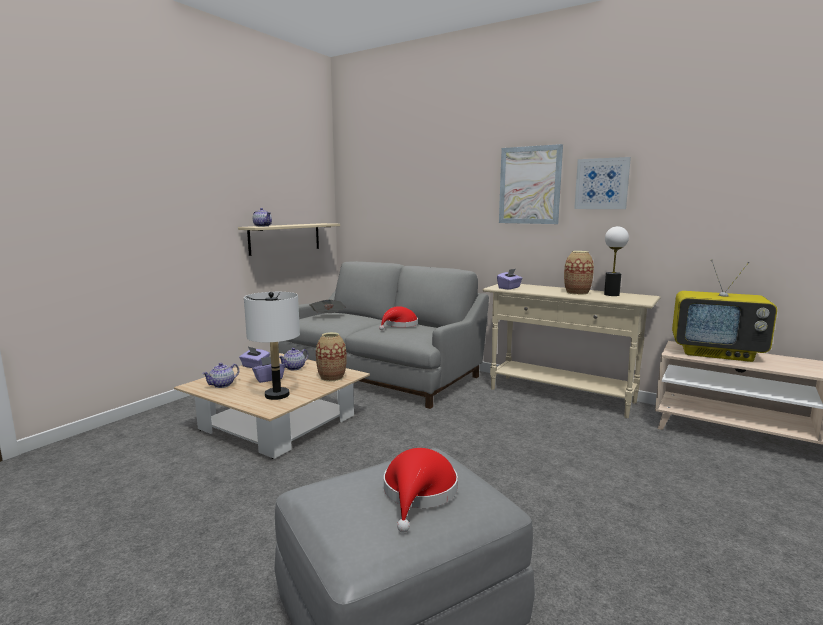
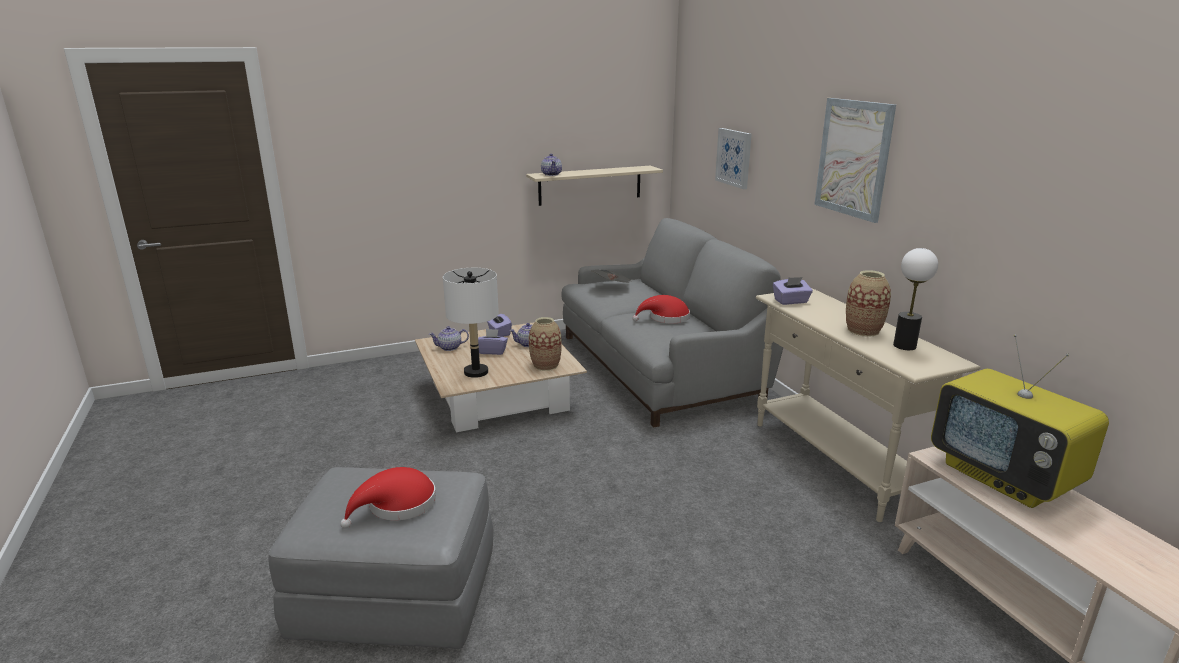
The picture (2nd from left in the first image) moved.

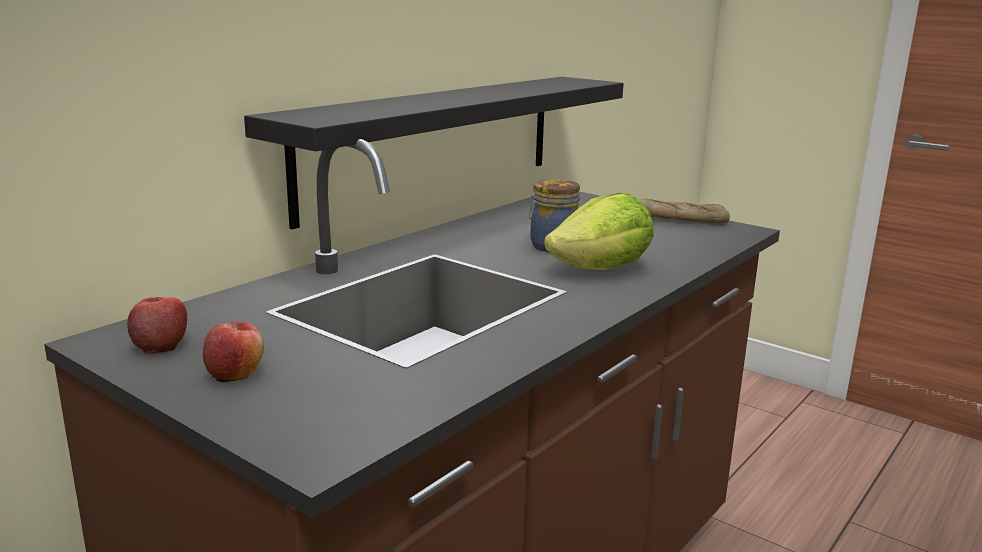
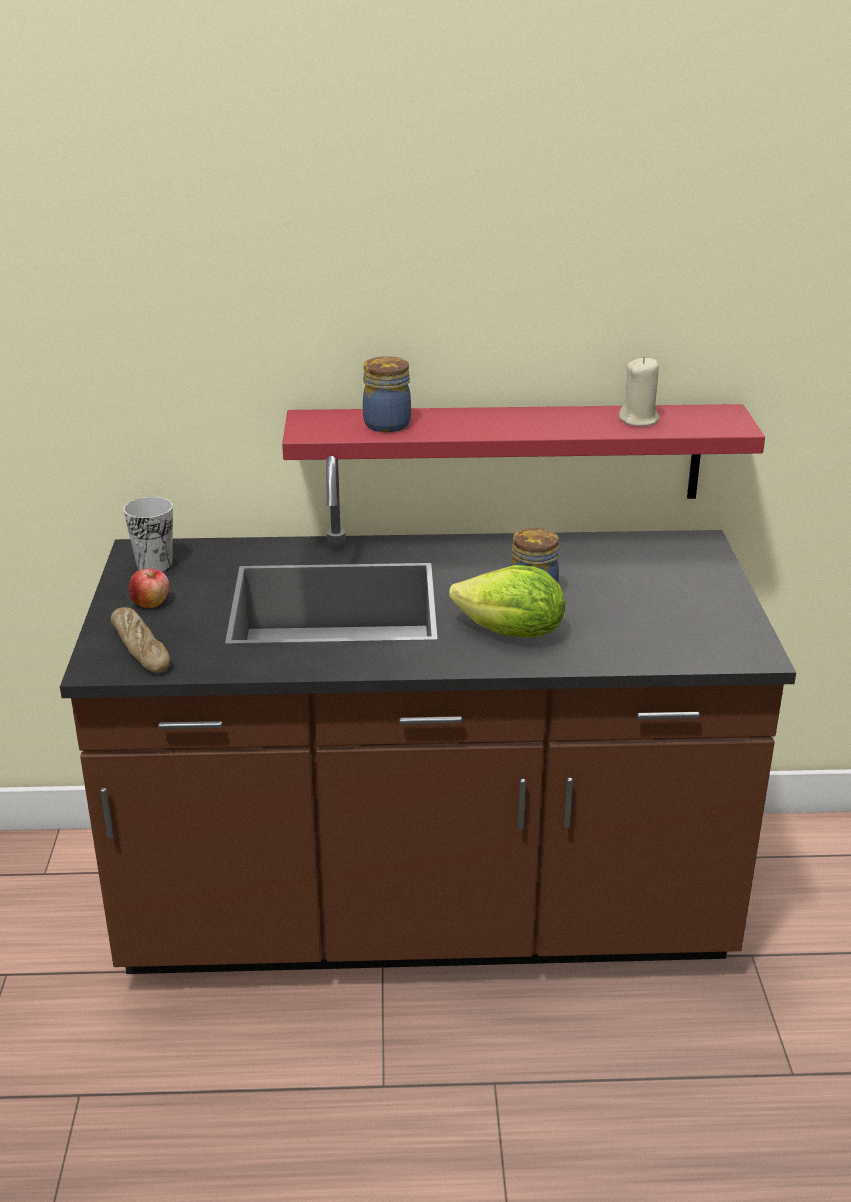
The bread moved. The apple (1st from left) was replaced by the cup. The shelf (black) became the shelf (red). The jar (1st from left) appeared. The candle (beige) appeared.

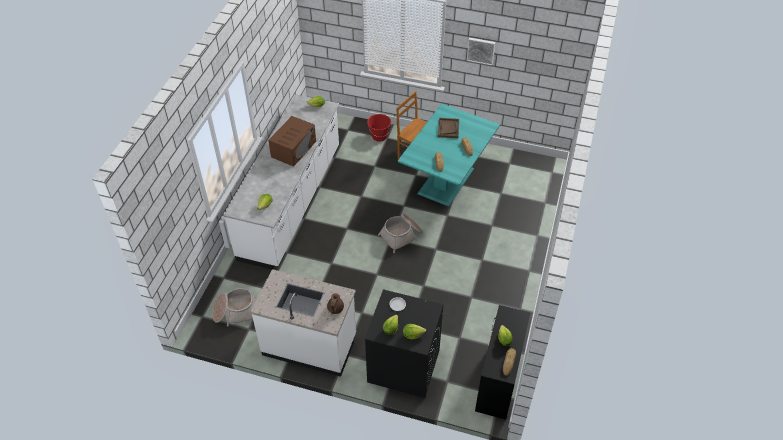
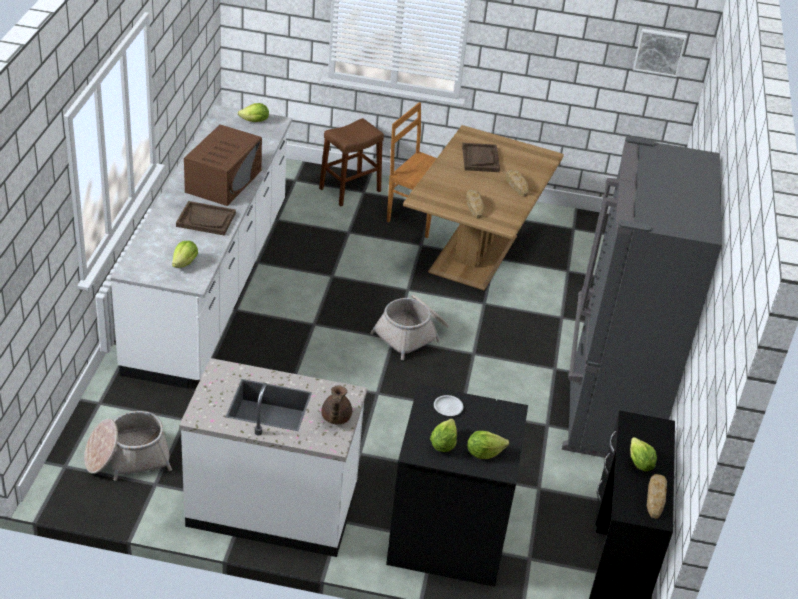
The tray (brown) (1st from left) appeared. The bucket (red) was replaced by the stool (brown). The dining table (turquoise) became the dining table (brown). The fridge (grey) appeared. The picture moved.

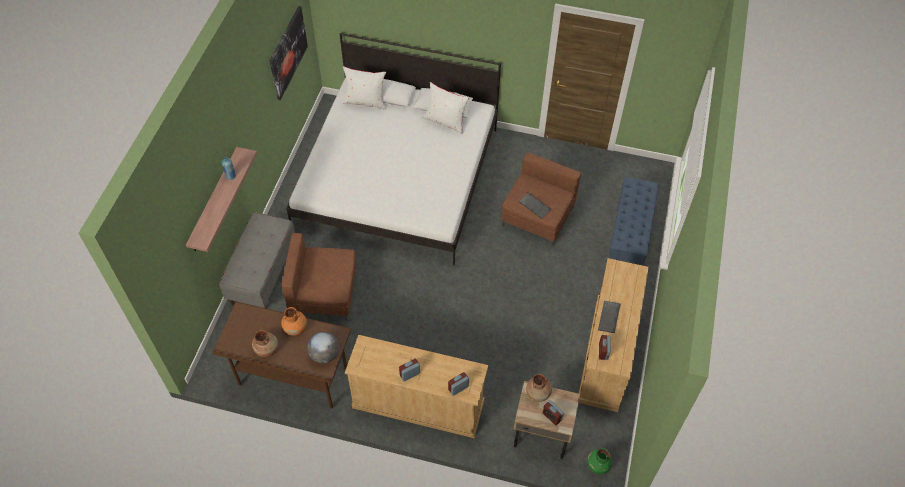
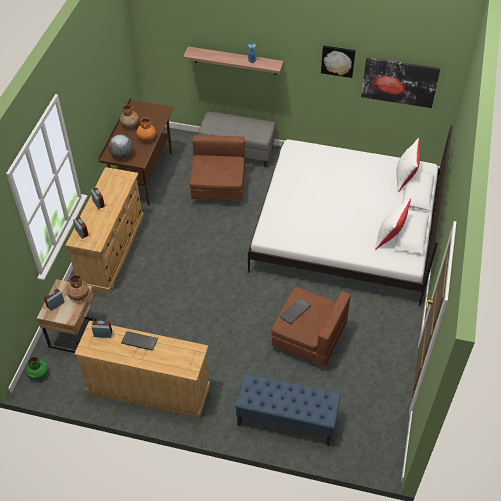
The picture (1st from left) appeared.

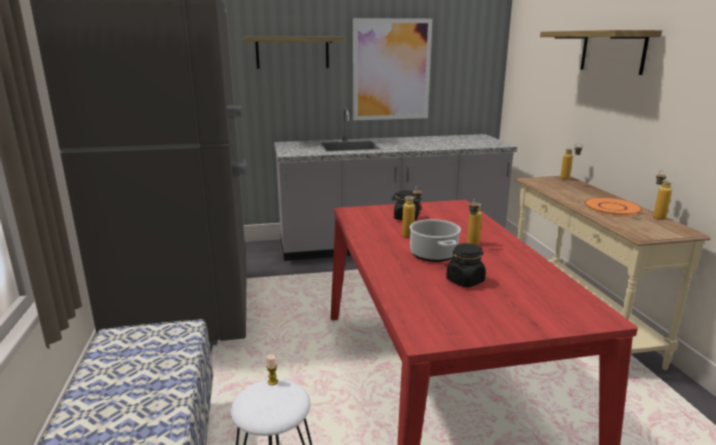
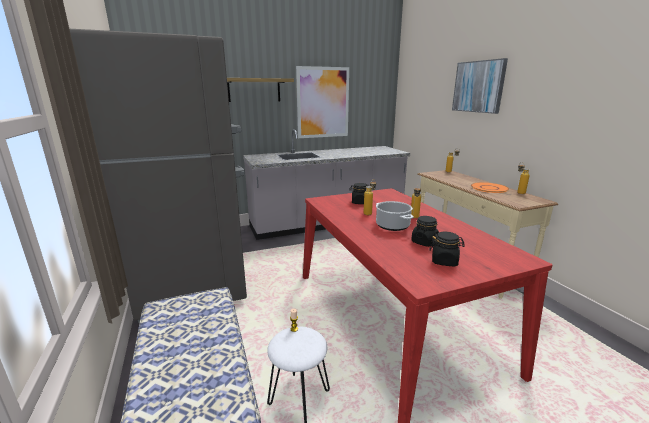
The jar (black) (3rd from left) appeared. The shelf (2nd from left) was replaced by the picture (2nd from left).

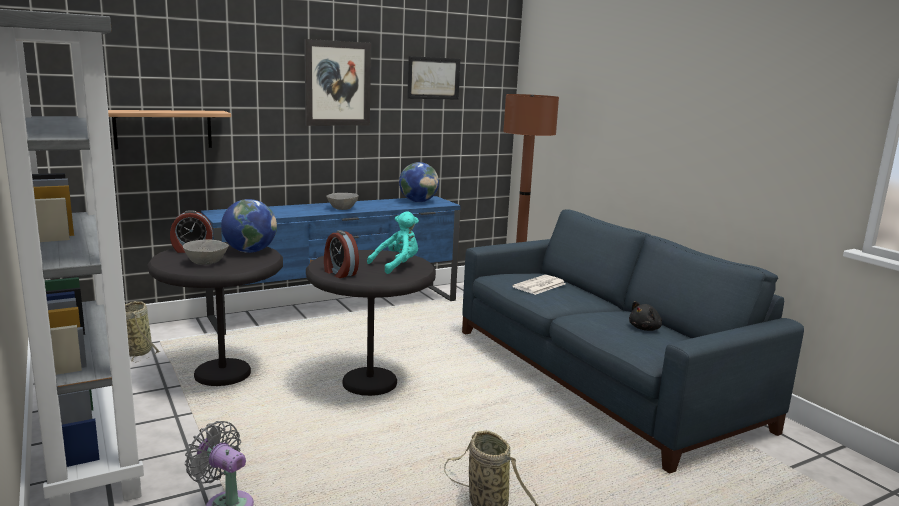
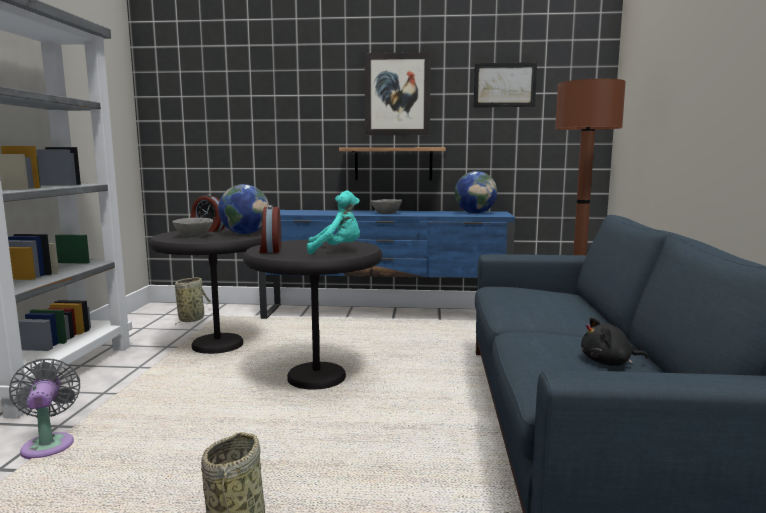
The shelf moved. The newspaper disappeared.

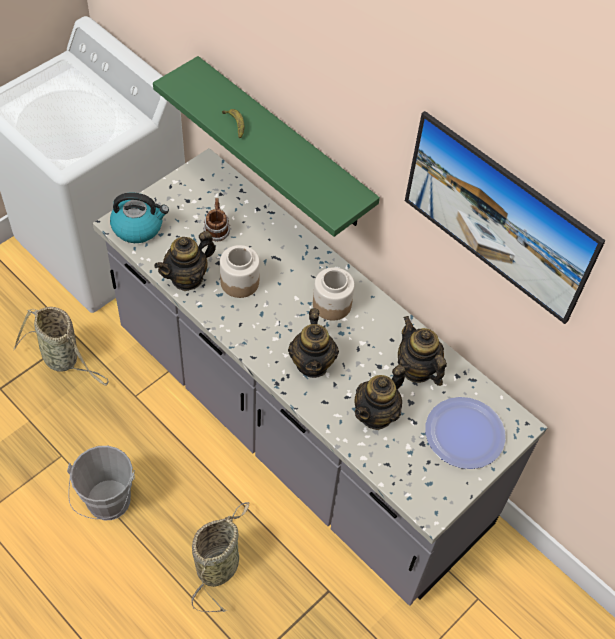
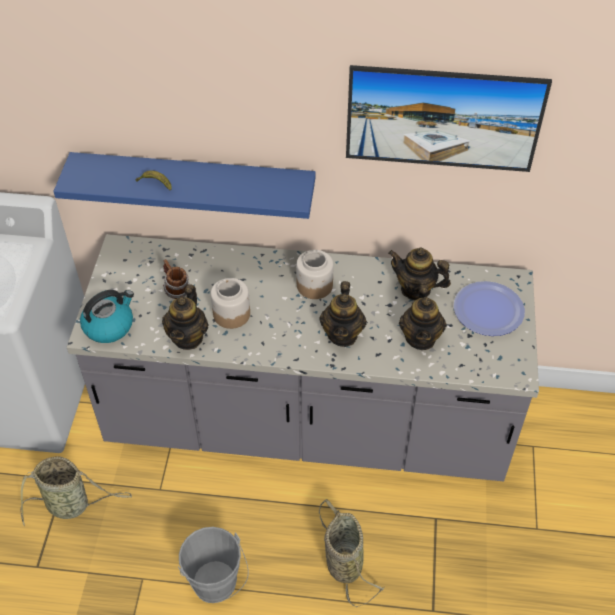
The shelf (green) became the shelf (blue). The teapot (2nd from left) turned 45 degrees clockwise.

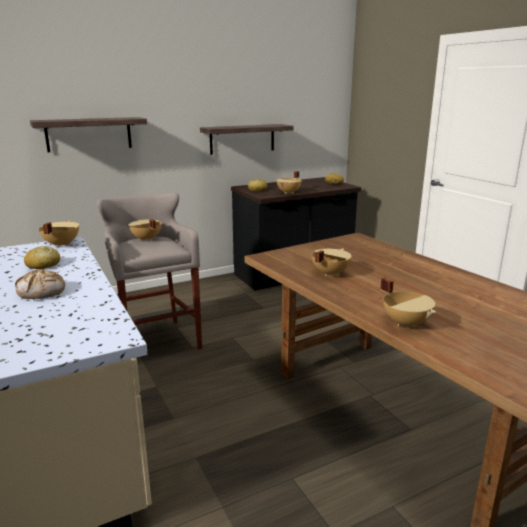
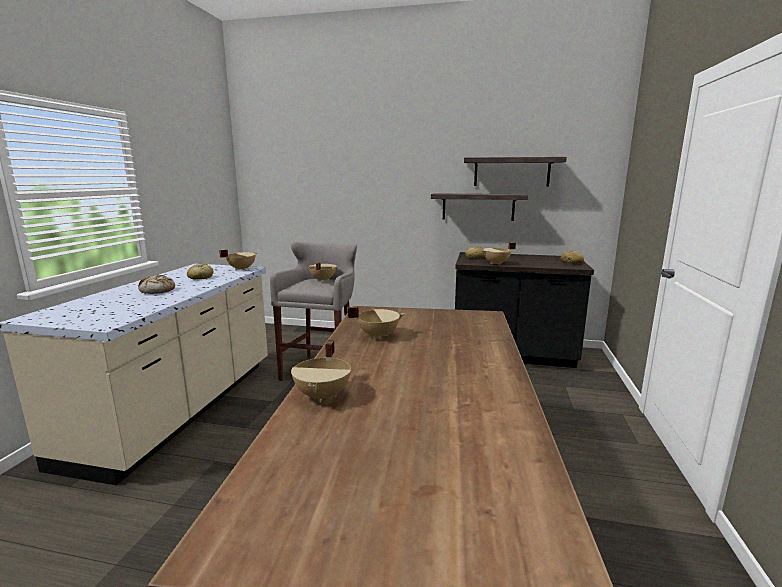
The shelf (1st from left in the first image) moved.

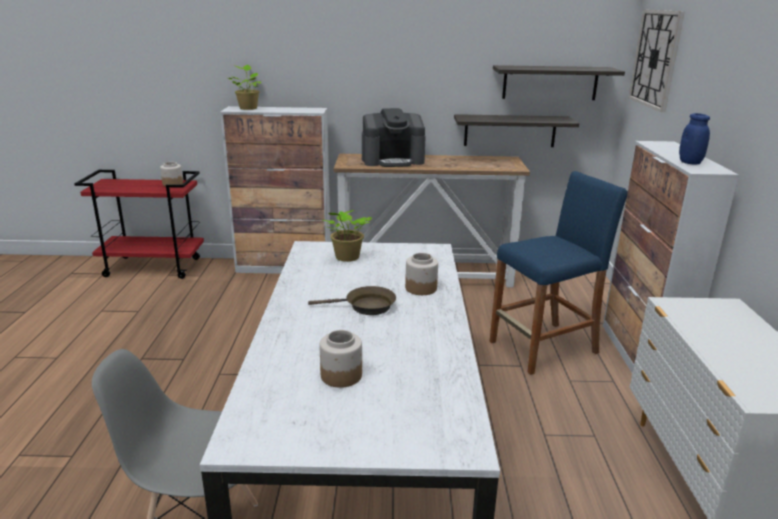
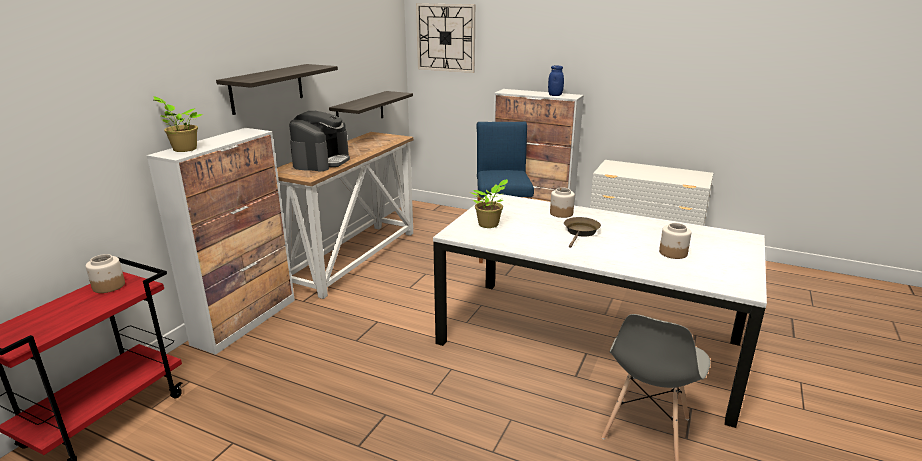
The shelf (2nd from left in the first image) moved.

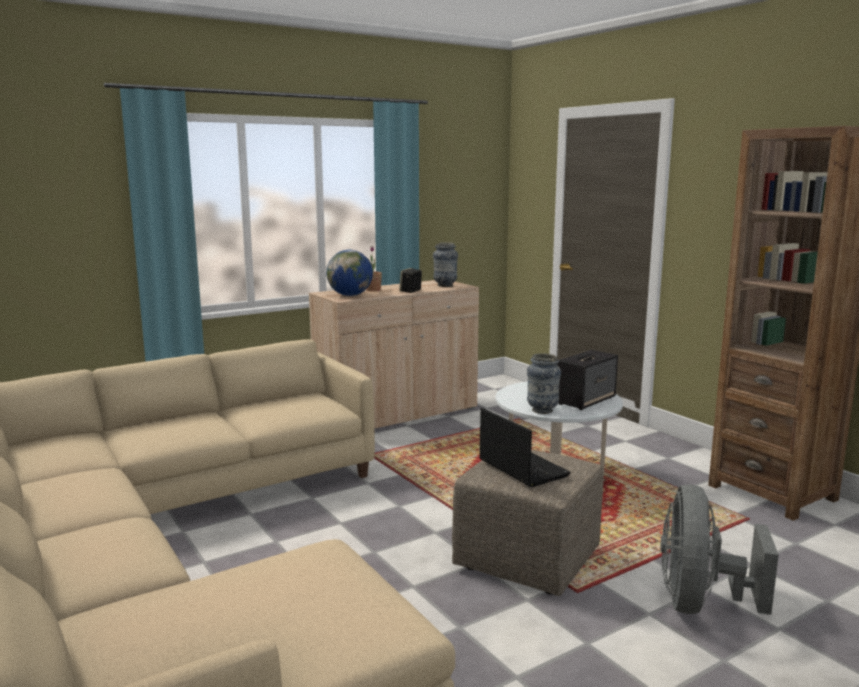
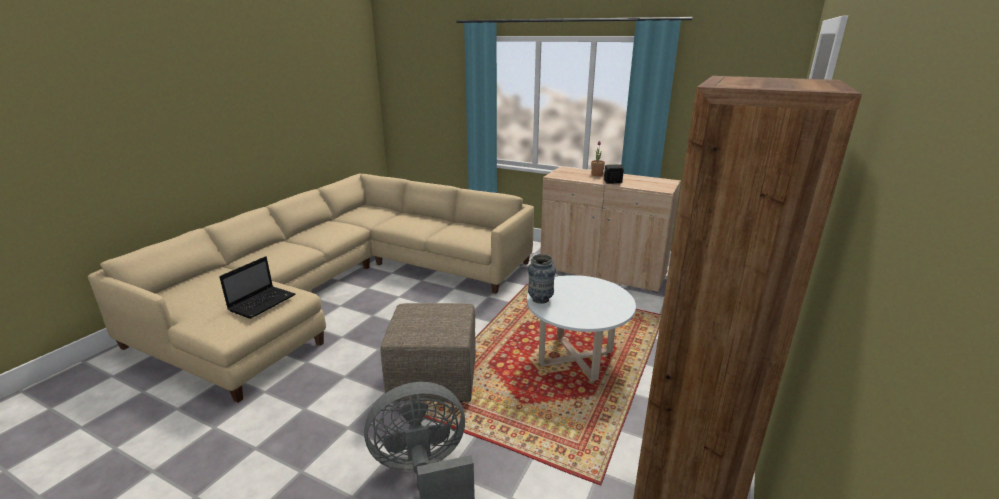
The laptop moved. The globe disappeared. The vase (1st from left) disappeared. The speaker (2nd from left) disappeared.

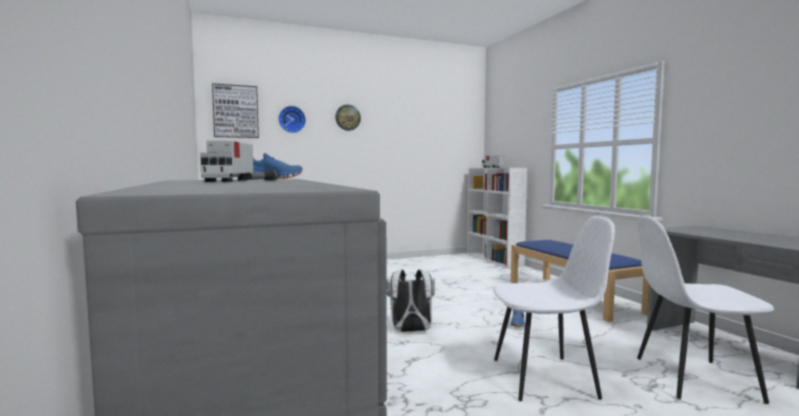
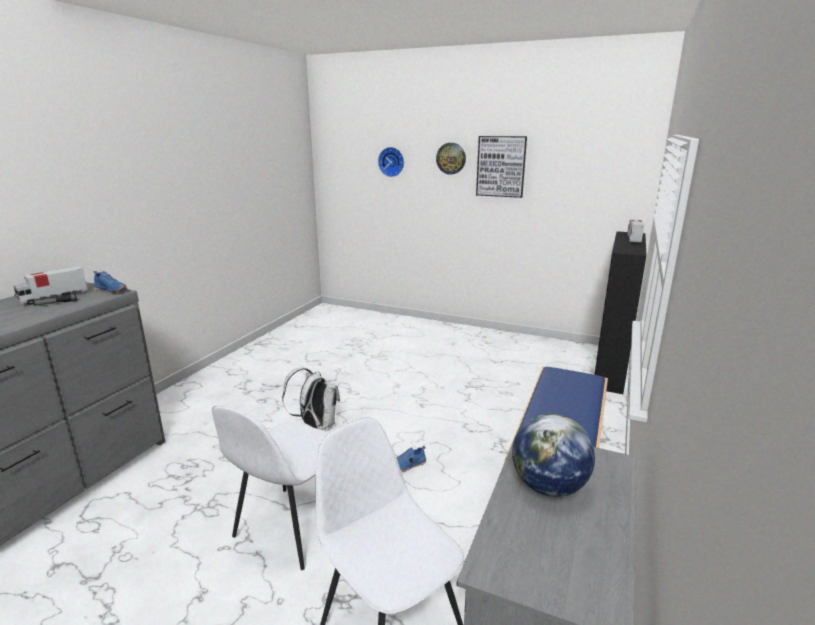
The chair (white) (1st from left) turned 75 degrees clockwise. The picture moved. The globe appeared. The bookcase (white) became the bookcase (black).

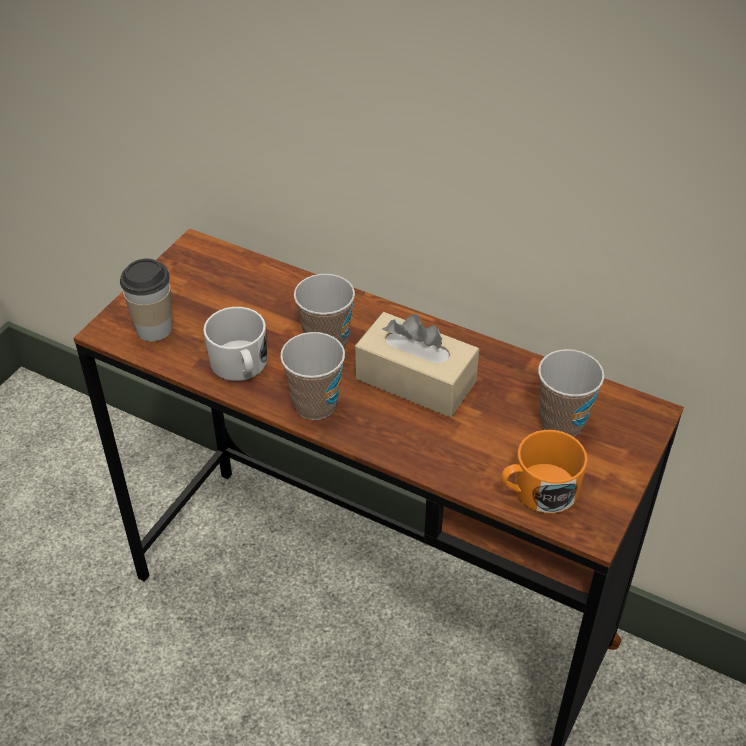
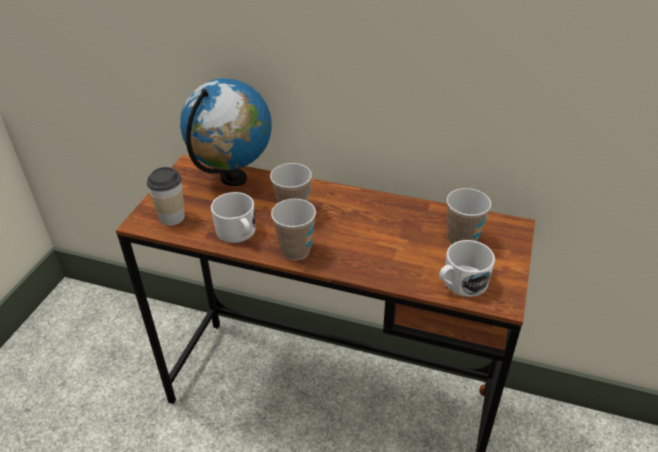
The globe appeared. The mug (orange) became the mug (white) (2nd from left). The tissue box (beige) disappeared.

